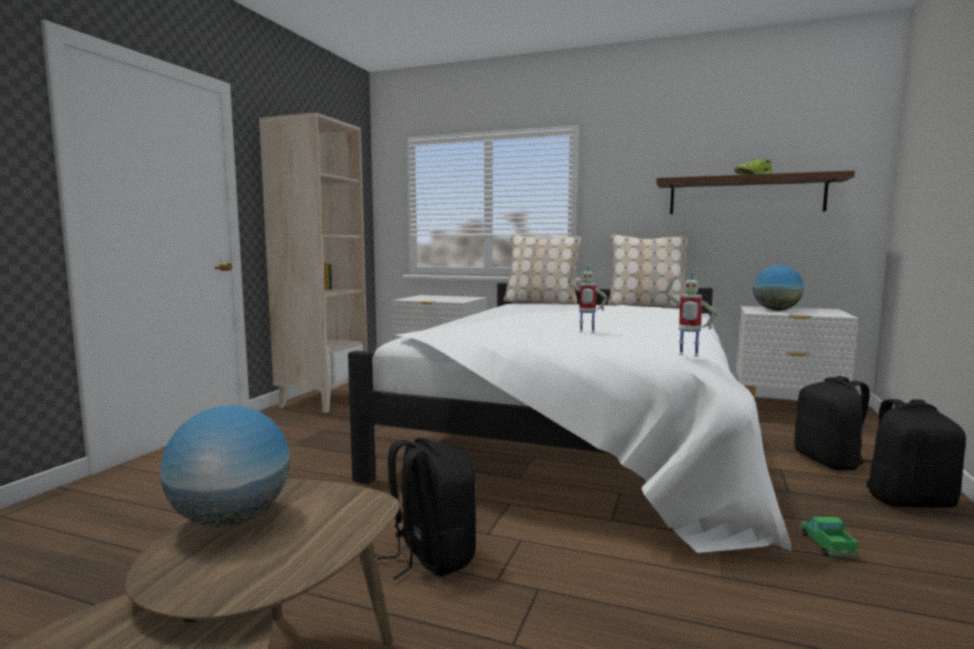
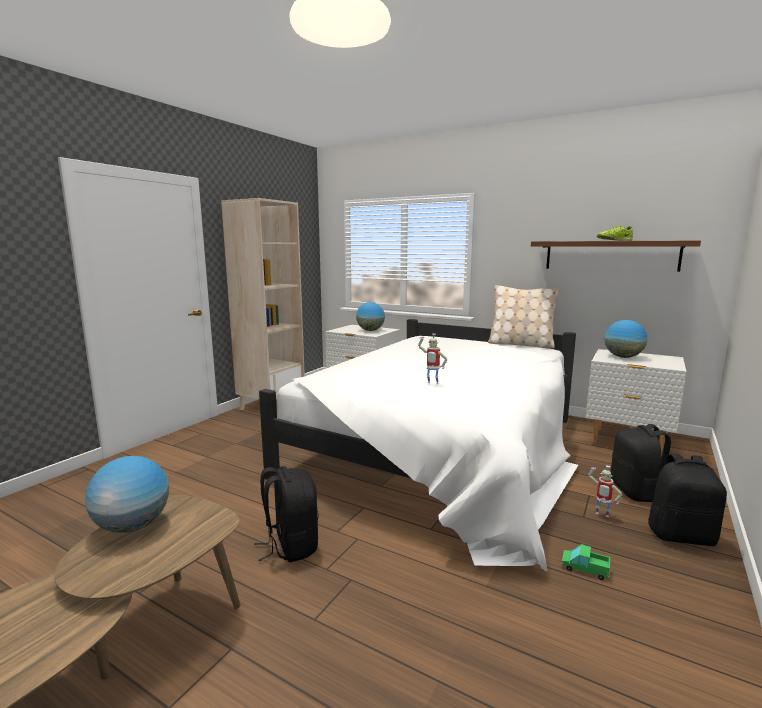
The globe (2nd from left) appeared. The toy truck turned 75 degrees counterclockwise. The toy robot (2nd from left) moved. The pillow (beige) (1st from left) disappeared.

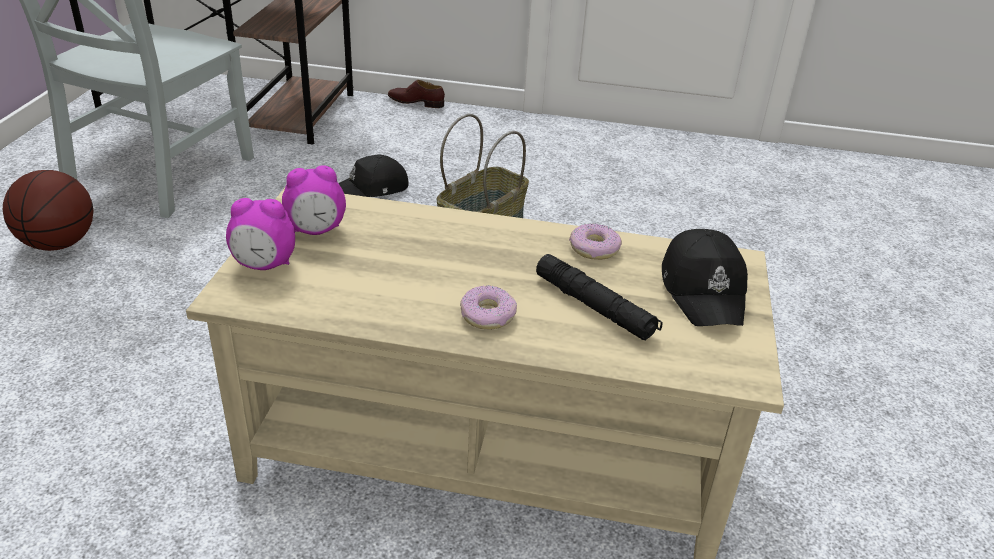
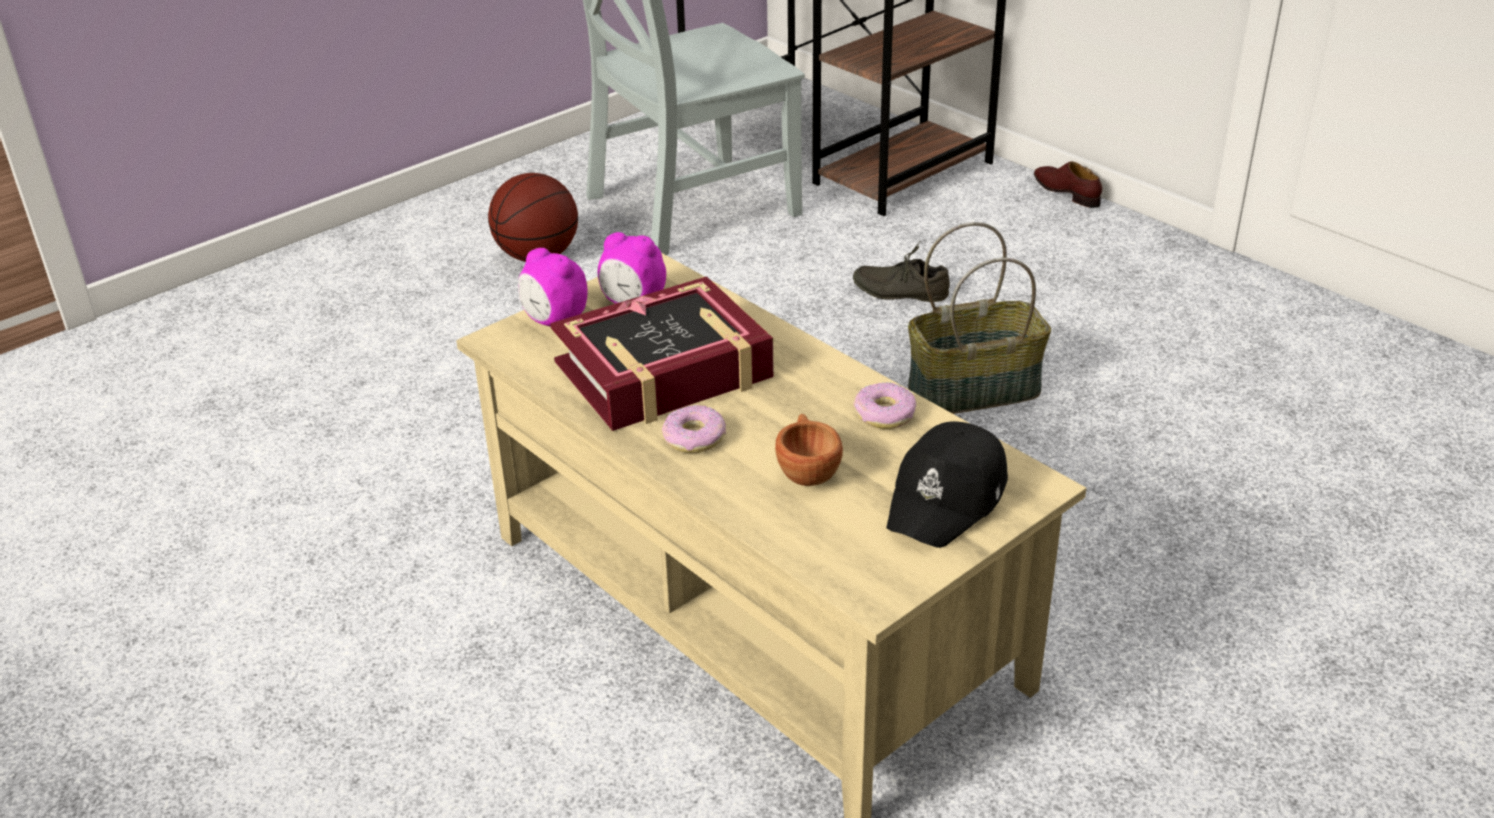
The book appeared. The flashlight (black) was replaced by the cup (brown). The cap (black) (1st from left) was replaced by the shoe (grey).

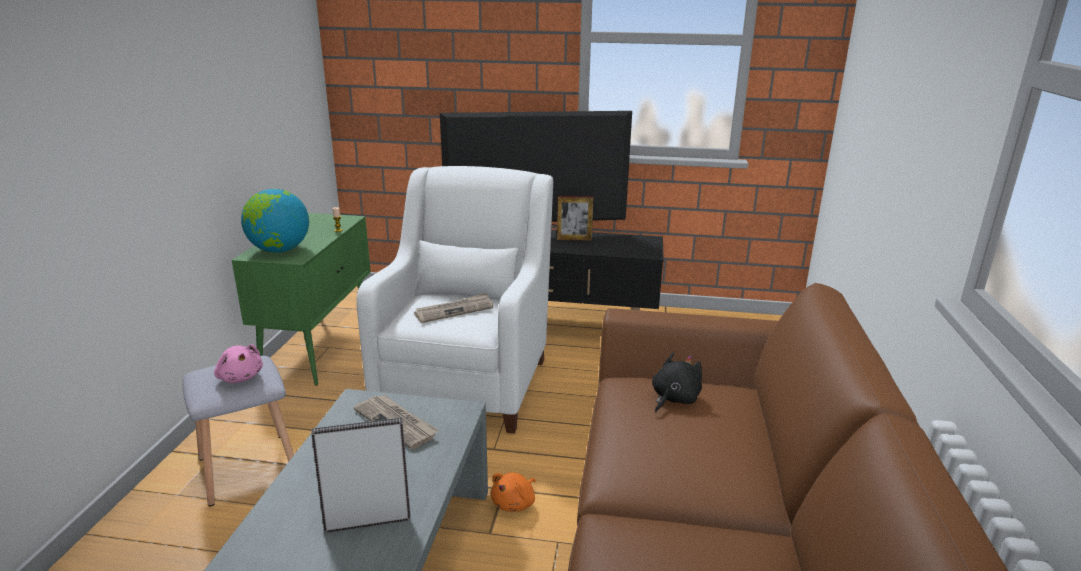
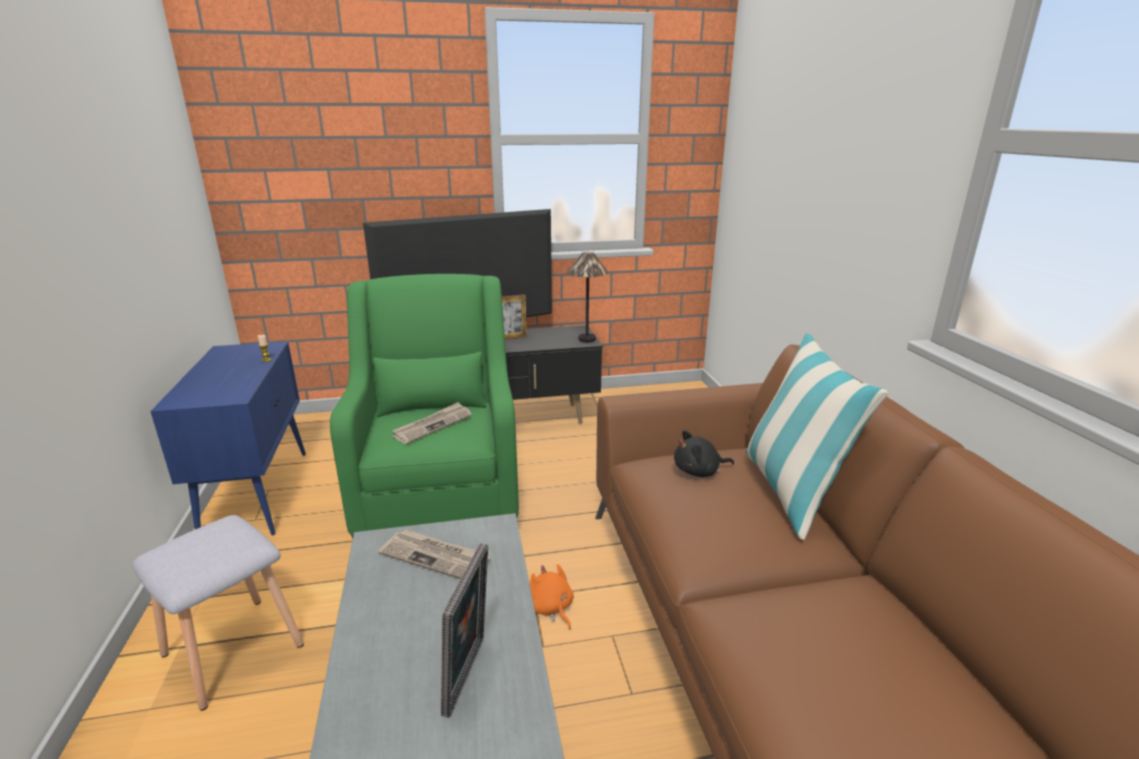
The cabinet (green) became the cabinet (blue). The armchair (white) became the armchair (green). The picture frame (1st from left) turned 135 degrees clockwise. The plush toy (orange) turned 135 degrees clockwise. The table lamp appeared. The plush toy (black) turned 120 degrees counterclockwise. The pillow appeared. The plush toy (pink) disappeared. The globe disappeared.

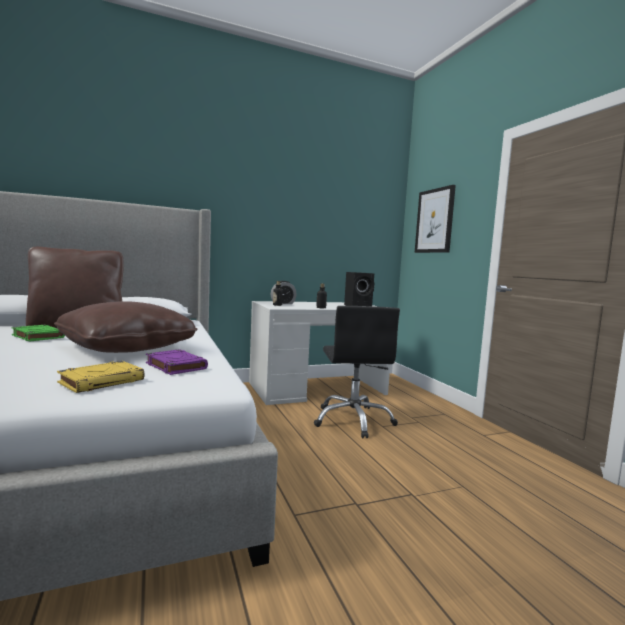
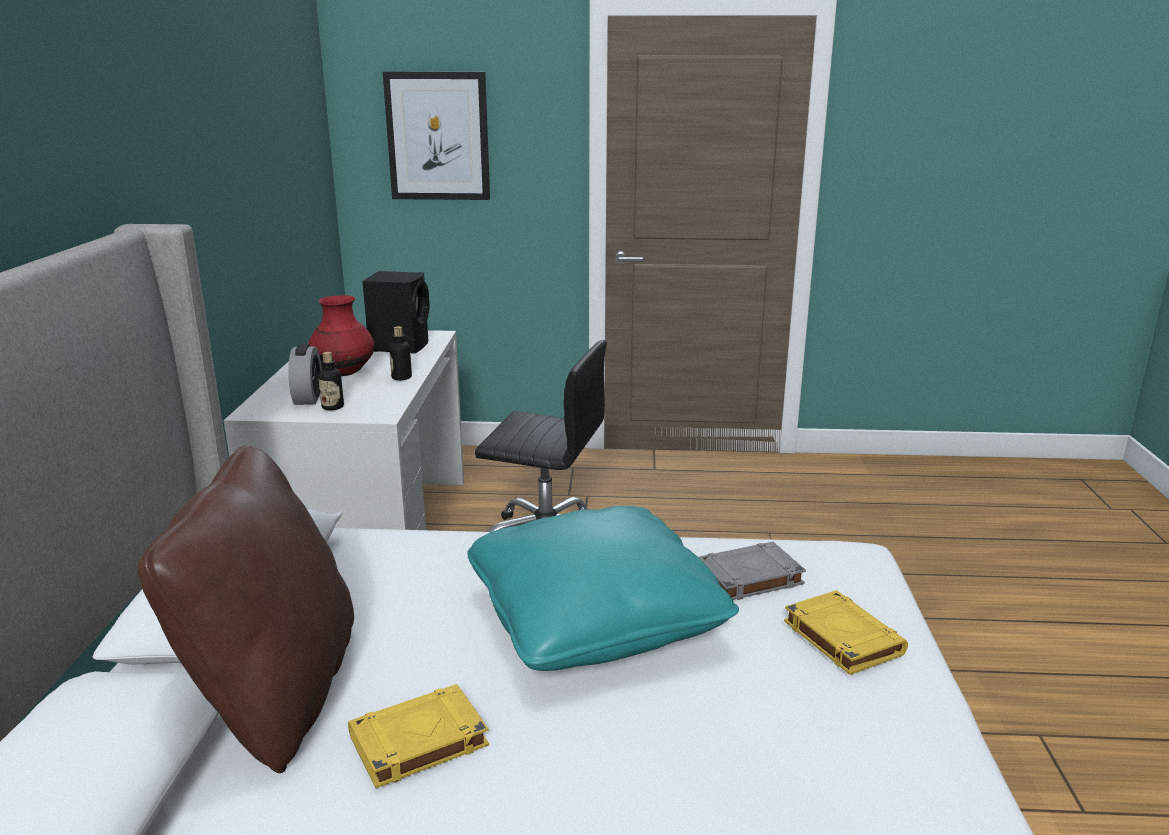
The vase (red) appeared. The book (green) became the book (yellow) (1st from left). The pillow (brown) (2nd from left) became the pillow (turquoise). The book (purple) became the book (grey).

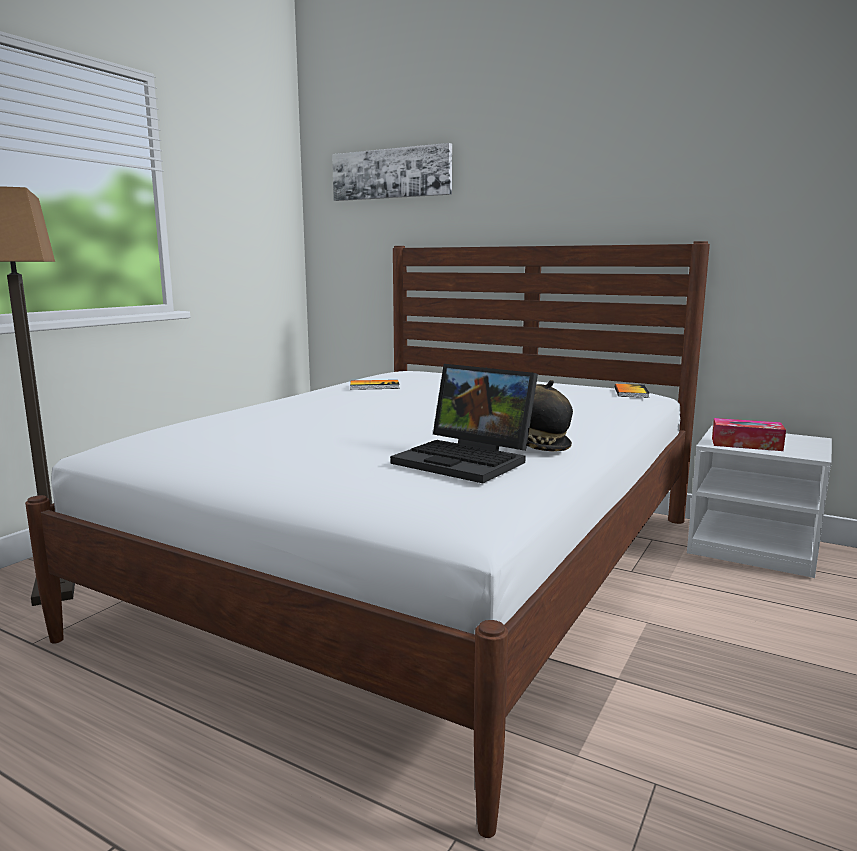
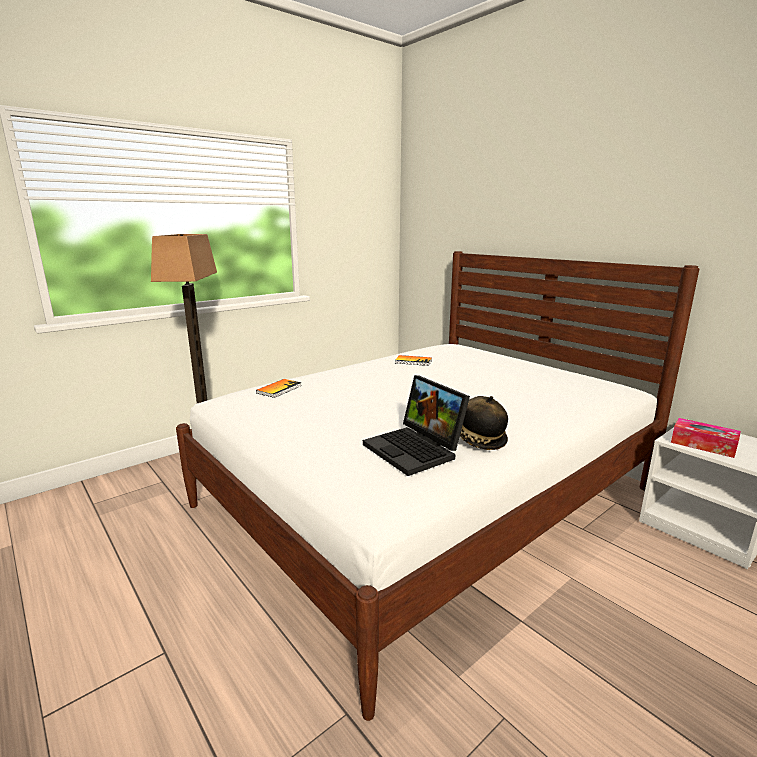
The book (2nd from left in the first image) moved. The picture disappeared.

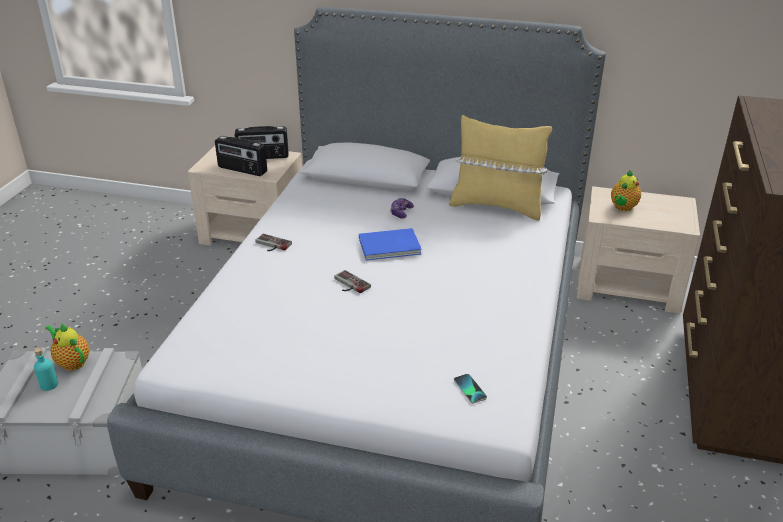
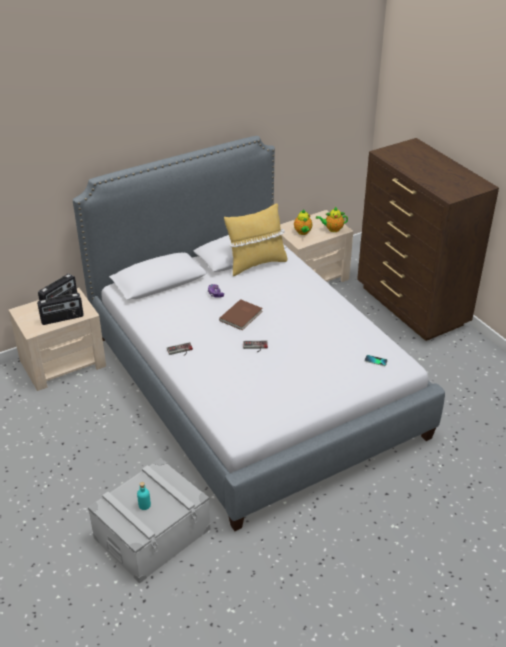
The book (blue) became the book (brown). The teapot (1st from left in the first image) moved.

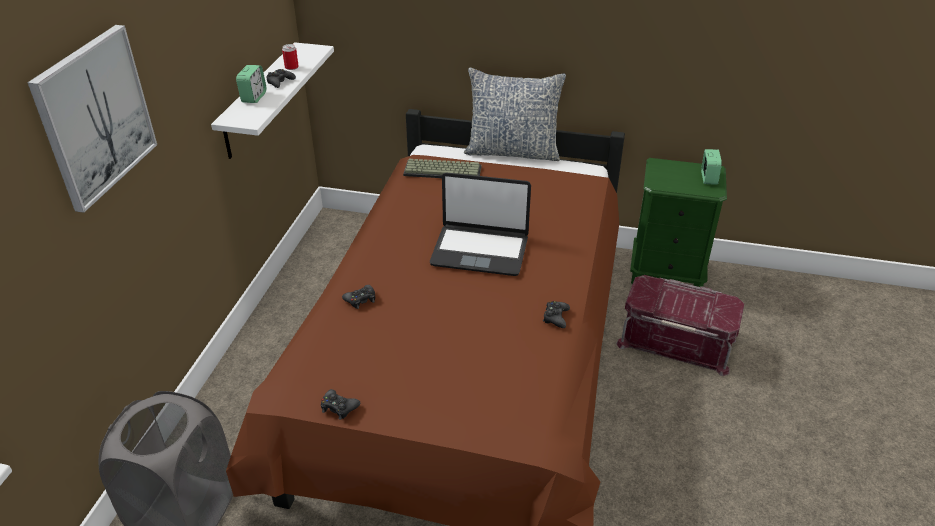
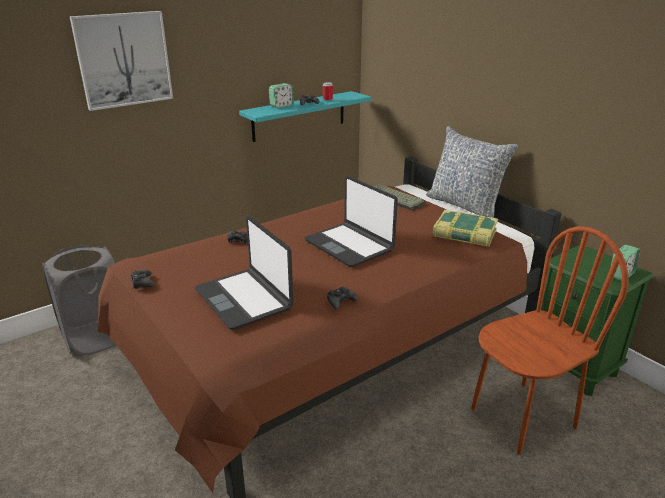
The laptop (1st from left) appeared. The shelf (white) became the shelf (turquoise). The book appeared. The storage box (red) was replaced by the chair (brown).

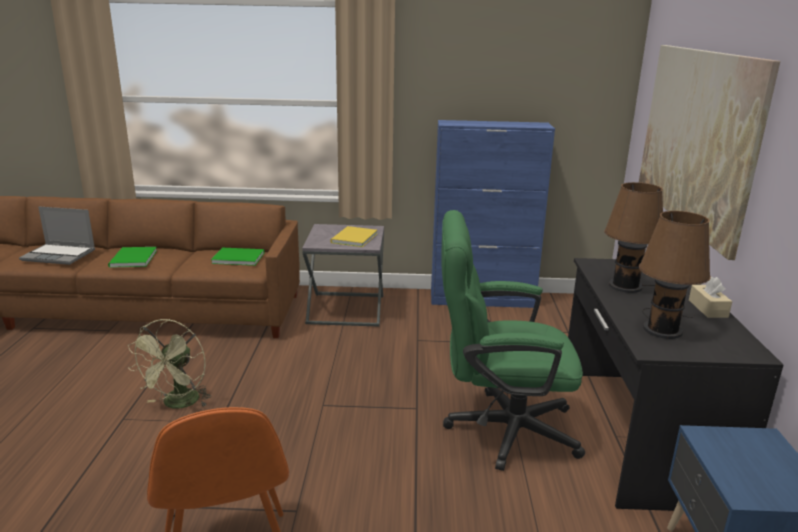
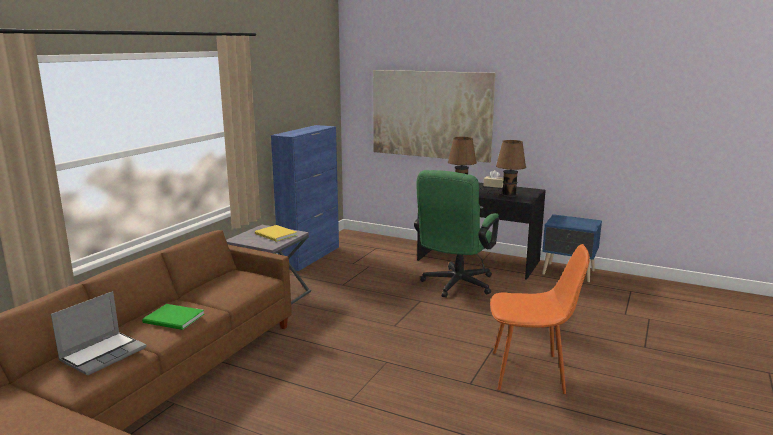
The fan (green) disappeared. The book (green) (2nd from left) disappeared.

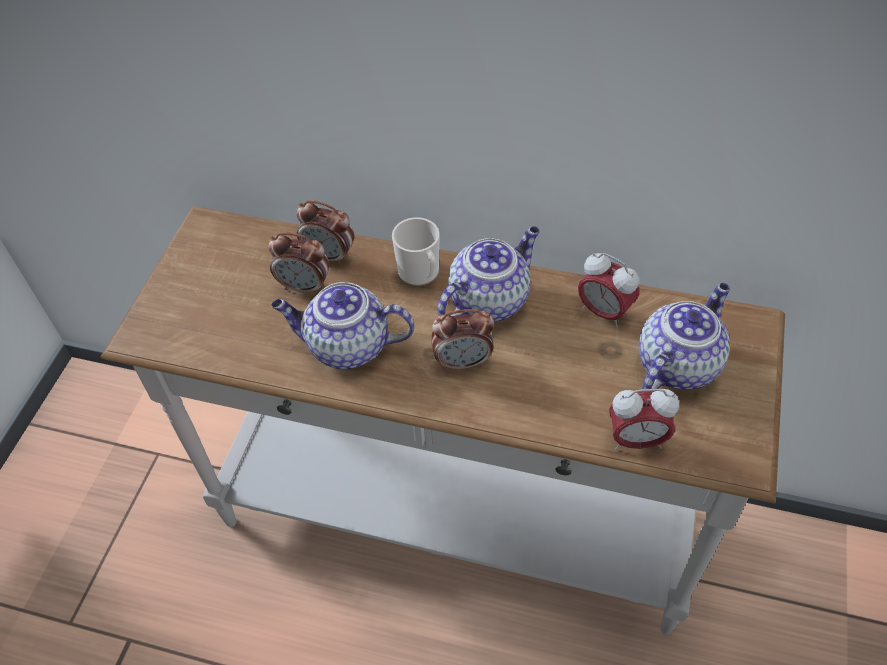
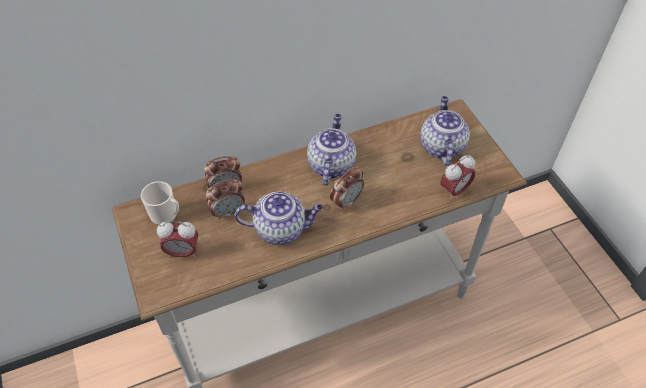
The mug moved. The alarm clock (4th from left in the first image) moved. The teapot (1st from left) turned 150 degrees counterclockwise.

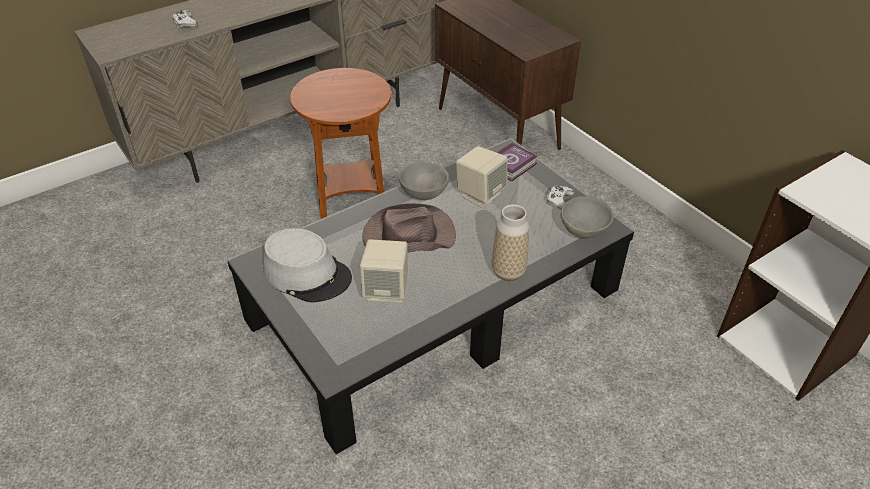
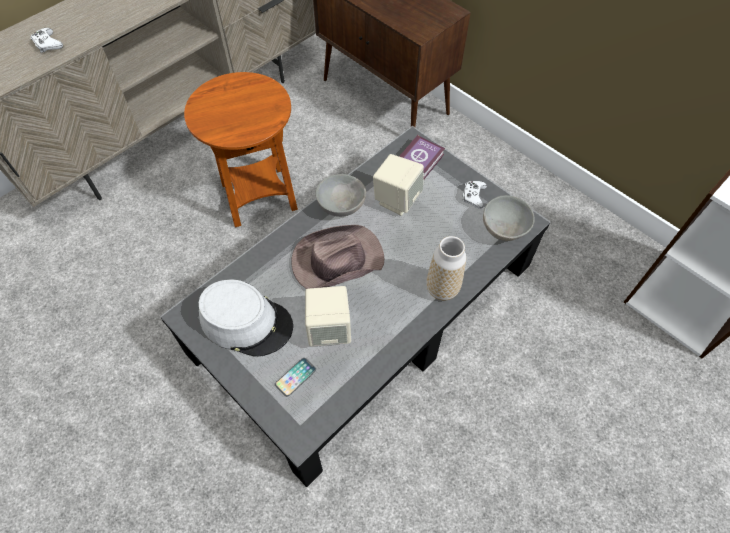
The phone appeared.

